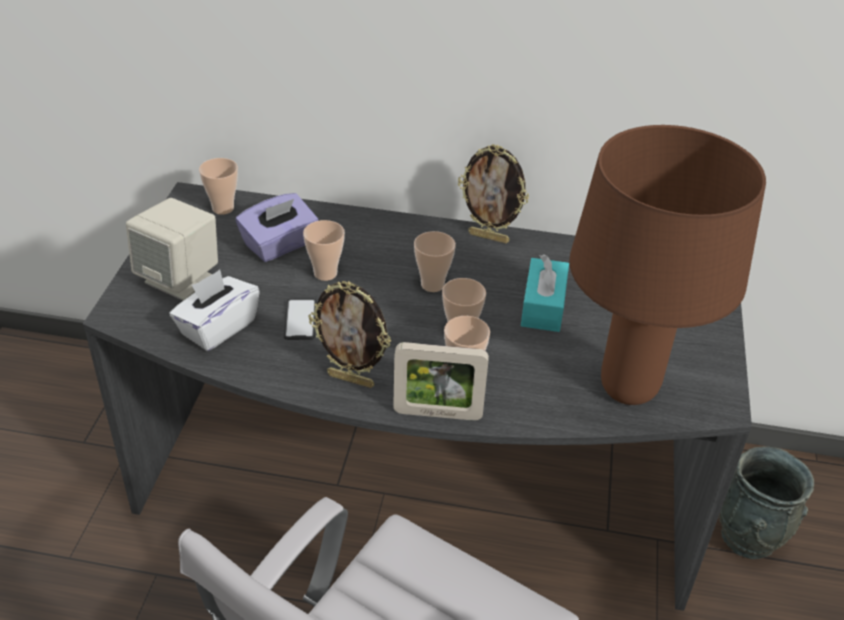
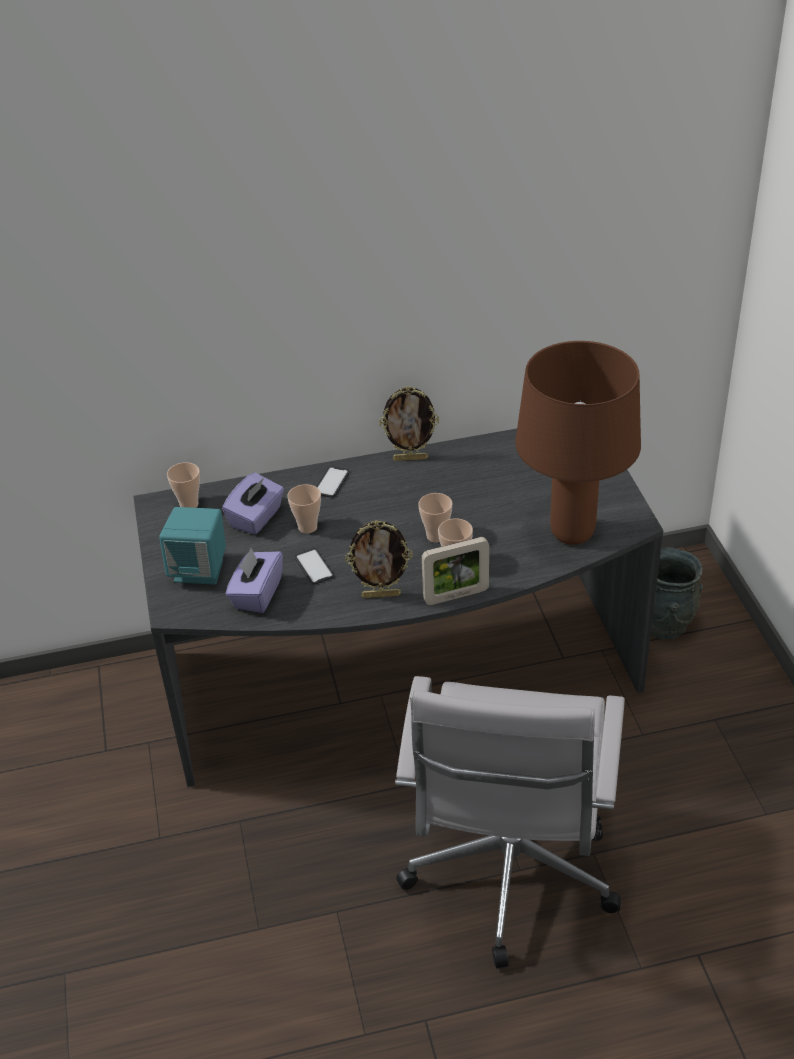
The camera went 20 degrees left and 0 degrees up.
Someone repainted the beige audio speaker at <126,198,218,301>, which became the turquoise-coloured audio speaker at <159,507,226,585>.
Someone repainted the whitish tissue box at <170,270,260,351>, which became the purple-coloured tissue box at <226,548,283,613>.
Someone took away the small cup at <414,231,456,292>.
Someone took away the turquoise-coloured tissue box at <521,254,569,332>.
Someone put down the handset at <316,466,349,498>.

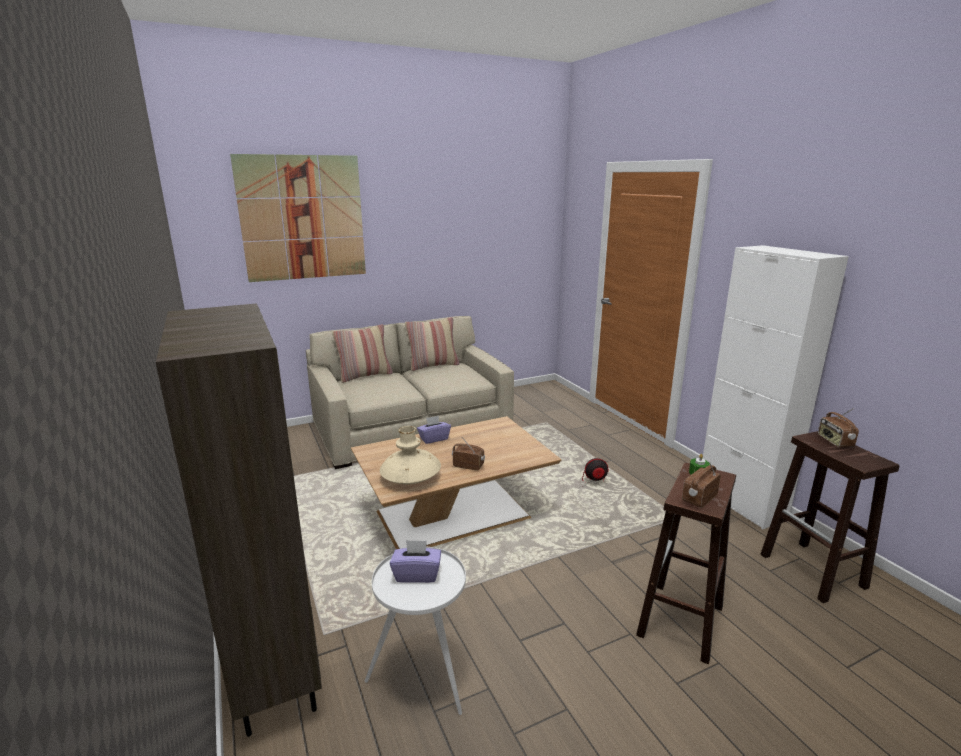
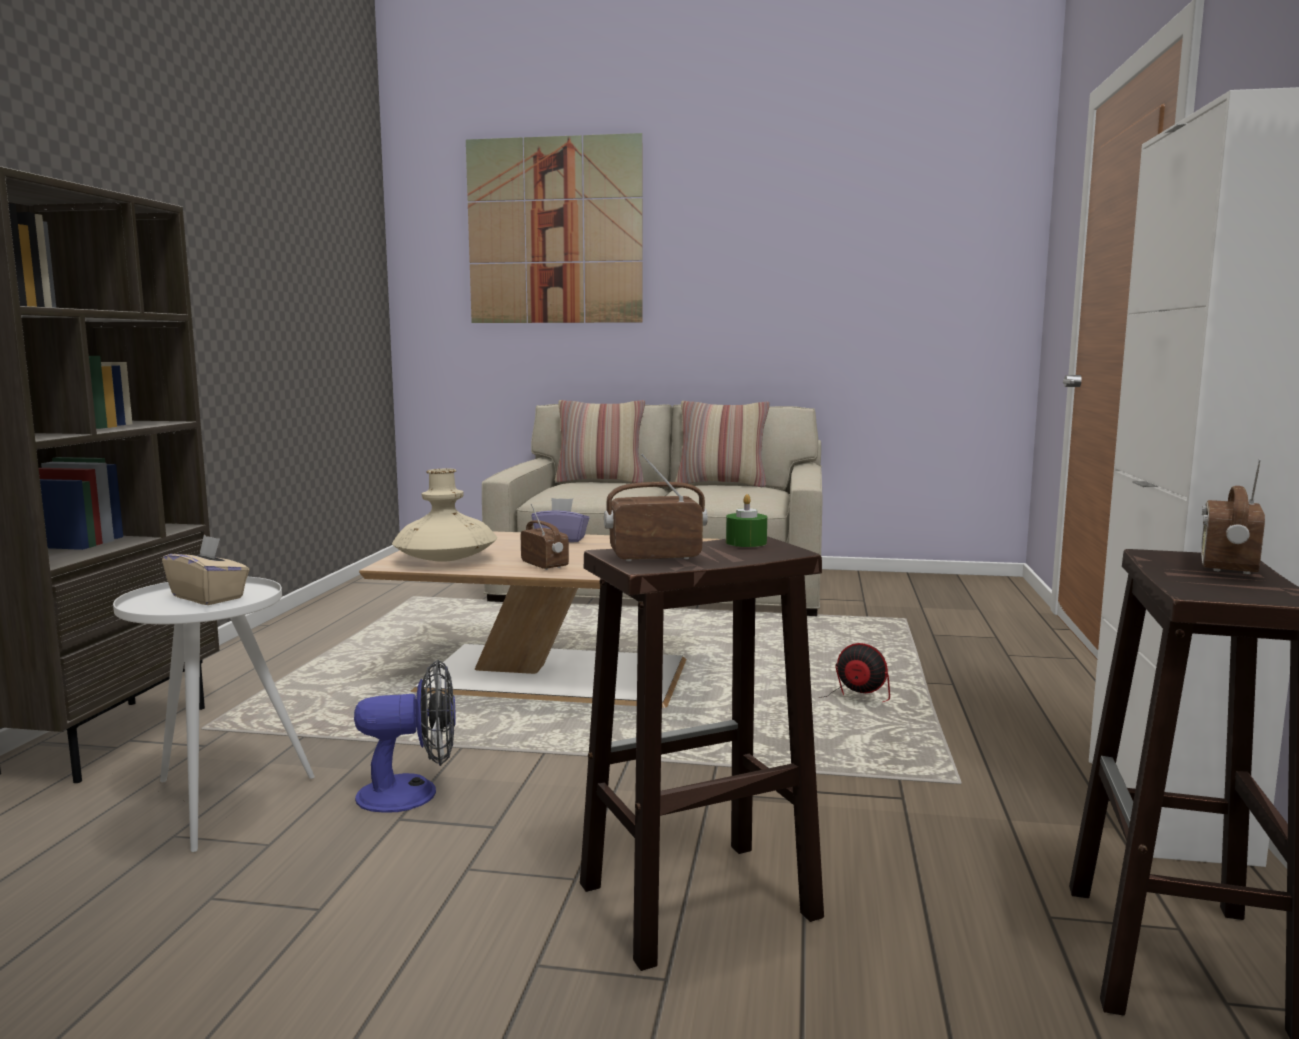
The camera went 35 degrees right and 10 degrees down.
Someone repainted the purple-coloured tissue box at <390,540,441,583>, which became the beige tissue box at <162,535,249,605>.
Someone put down the cooling fan at <354,660,456,813>.

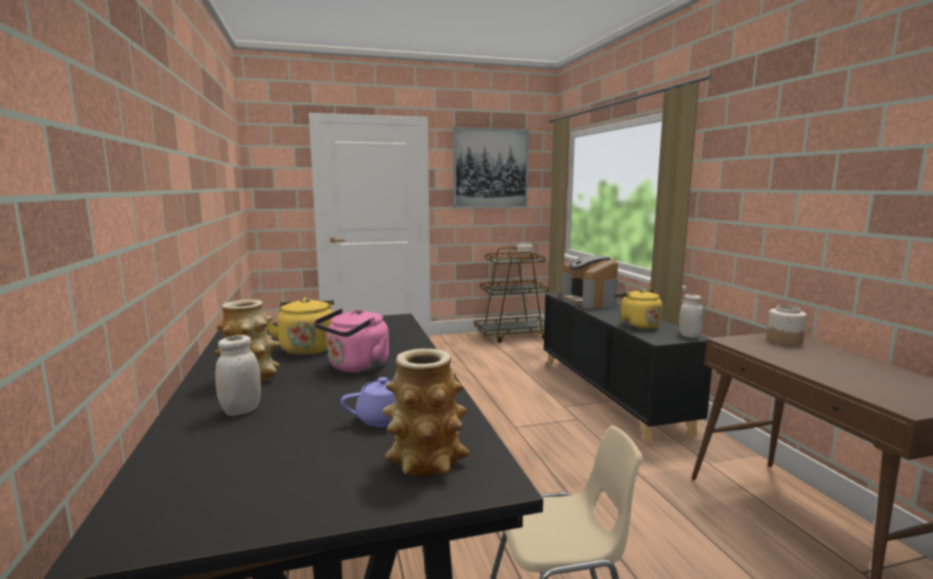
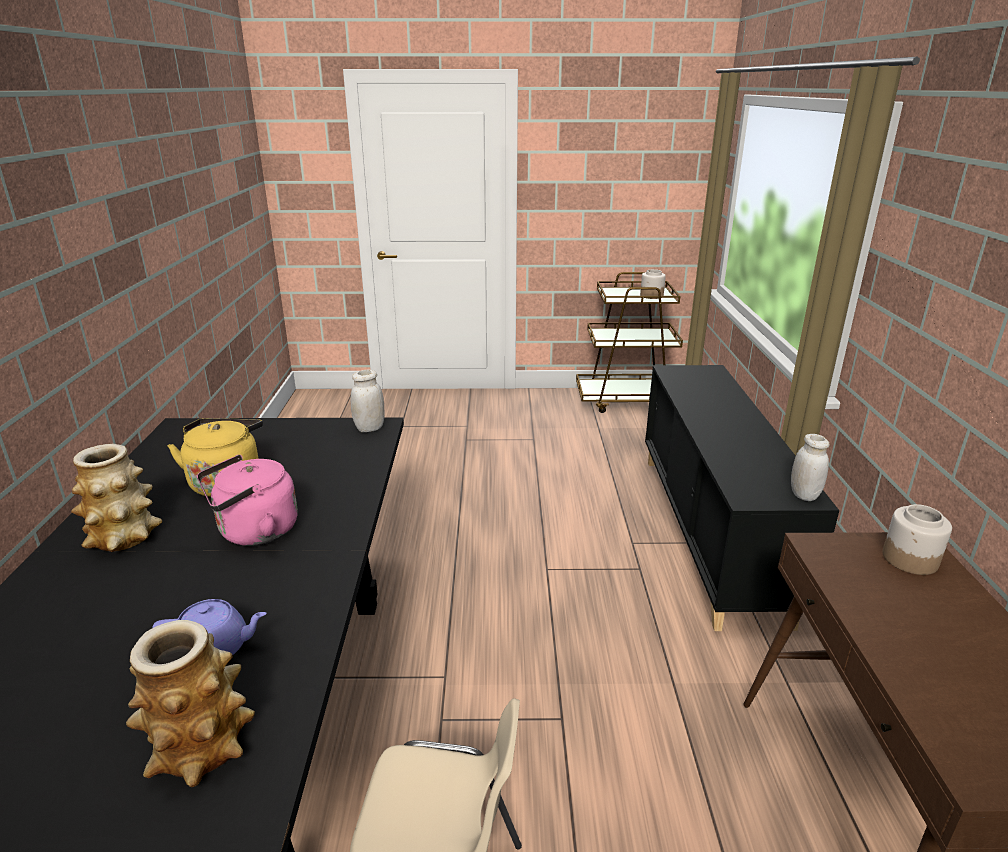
The camera went 15 degrees right and 15 degrees up.
Someone carried the whitish jar from <215,335,261,416> to <351,369,385,432>.
Someone took away the wall art at <453,127,529,208>.
Someone took away the coffee machine at <561,255,618,309>.
Someone took away the yellow tea kettle at <614,289,663,330>.

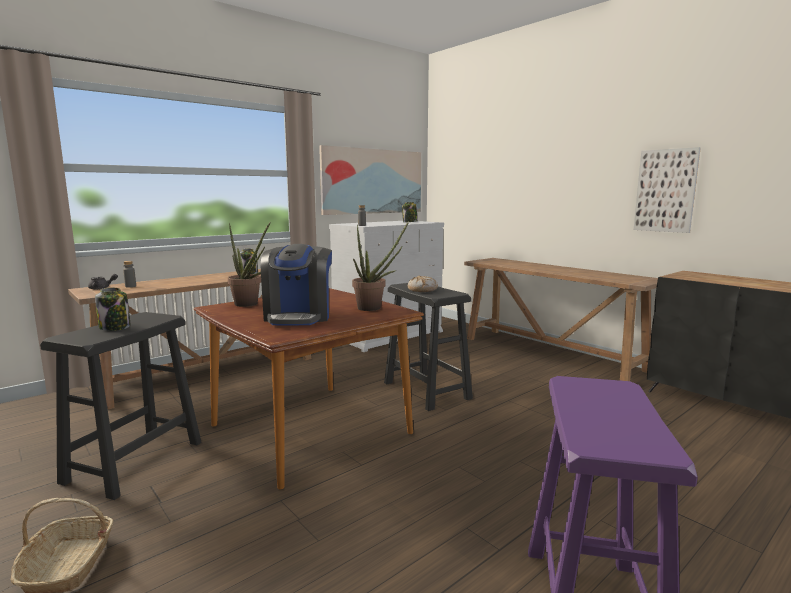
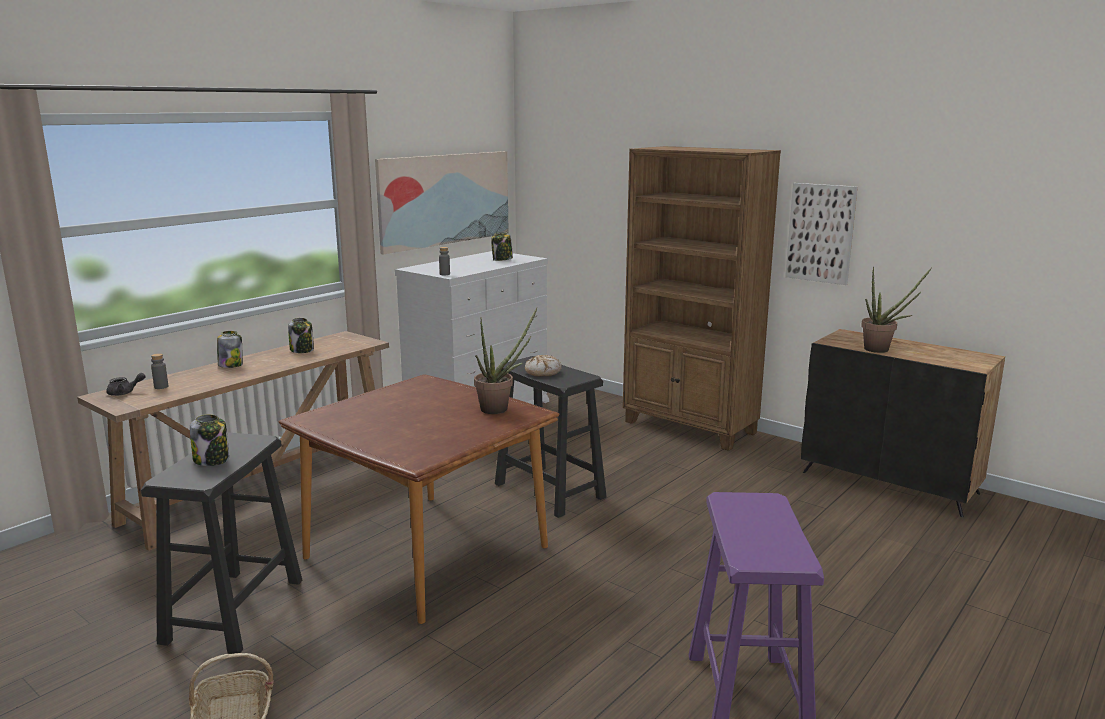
The camera went 10 degrees left and 5 degrees up.
Someone carried the houseplant from <228,222,271,307> to <861,266,932,353>.
Someone took away the coffee machine at <261,244,332,325>.
Someone swapped the brownish hall table at <464,258,658,381> for the brownish bookcase at <623,146,781,451>.
Someone put down the jar at <217,331,243,368>.

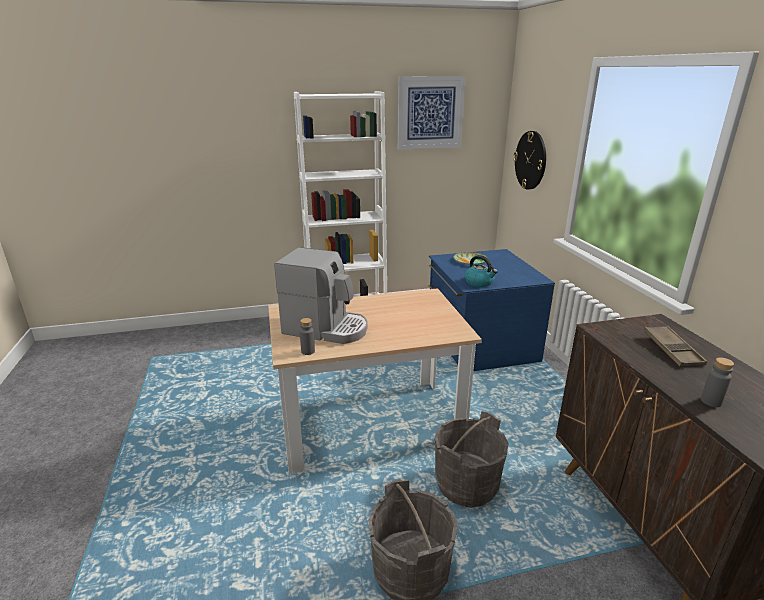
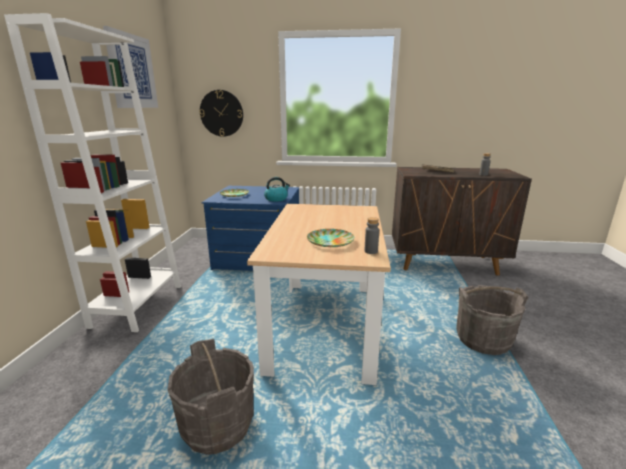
The camera went 70 degrees left and 5 degrees down.
Someone swapped the coffee machine at <274,247,368,344> for the flat dish at <307,229,355,247>.
Someone carried the gray bucket from <434,411,508,507> to <168,339,254,455>.

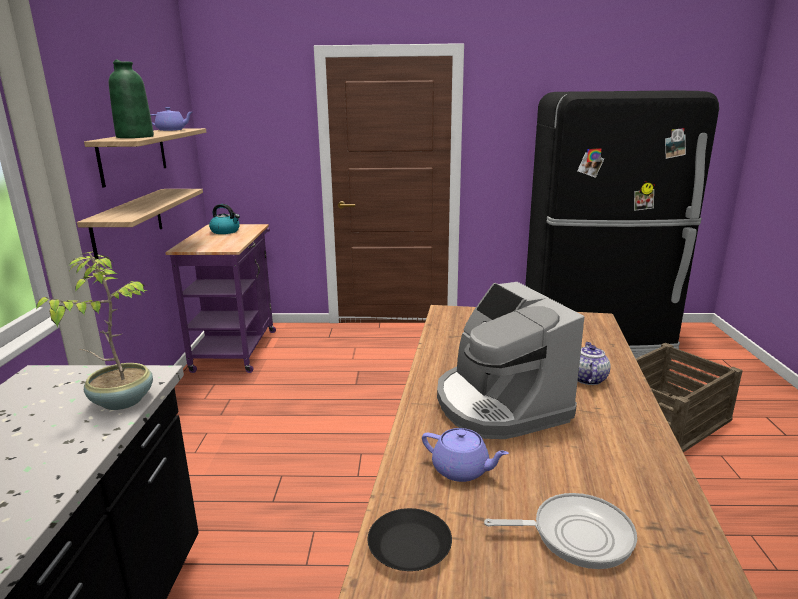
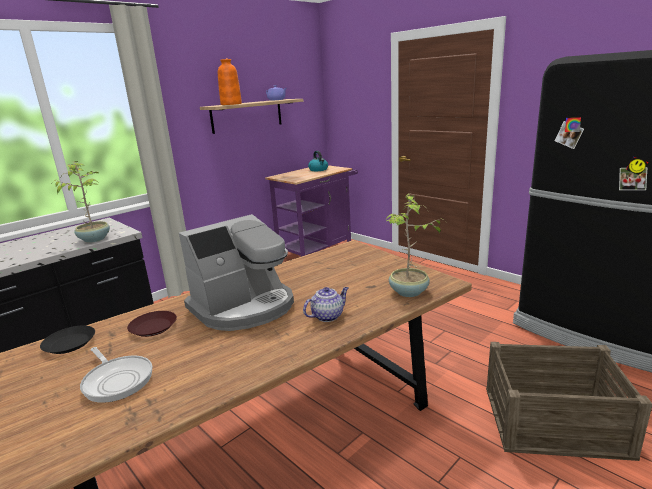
The camera went 45 degrees right and 0 degrees up.
Someone took away the shelf at <77,189,203,259>.
Someone repainted the green vase at <109,59,154,138>, which became the orangey vase at <218,58,242,105>.
Someone swapped the purple-coloured teapot at <422,428,509,482> for the brownish flat dish at <127,311,177,337>.
Someone rotated the coffee machine at <437,282,584,439> by 150 degrees counterclockwise.
Someone put down the houseplant at <385,193,446,297>.

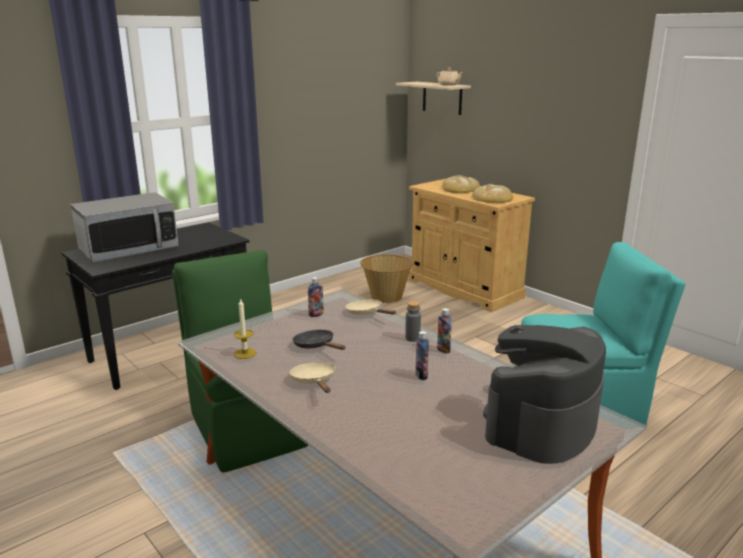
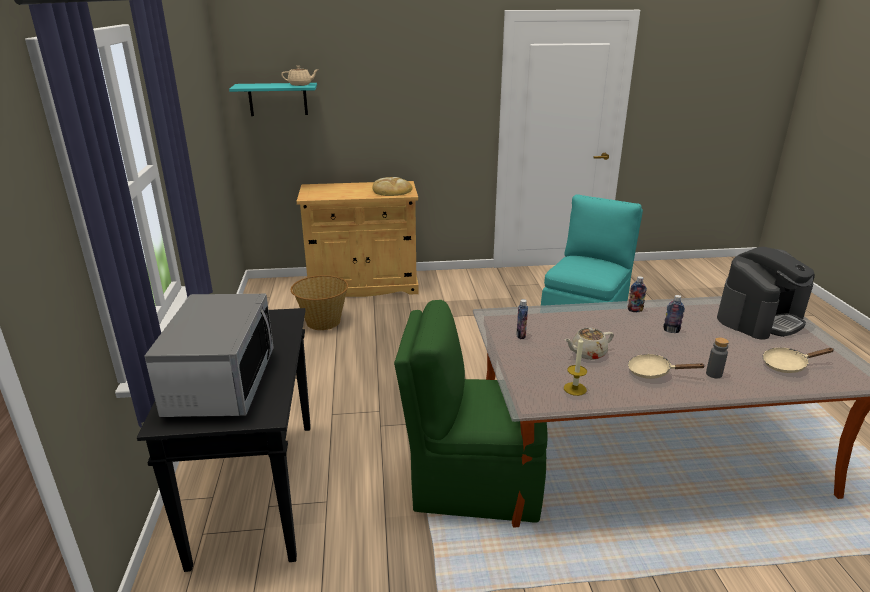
The camera went 55 degrees left and 5 degrees up.
Someone swapped the blackish skillet at <292,330,346,350> for the beige teapot at <564,328,614,360>.
Someone carried the beige skillet from <346,299,396,315> to <763,348,834,373>.
Someone repainted the beige shelf at <396,82,471,115>, which became the turquoise-coloured shelf at <229,83,317,116>.
Someone carried the gray beverage bottle from <405,301,421,342> to <706,337,729,378>.
Someone took away the bread at <442,176,480,193>.
Someone rotated the coffee machine at <483,325,606,464> by 105 degrees counterclockwise.

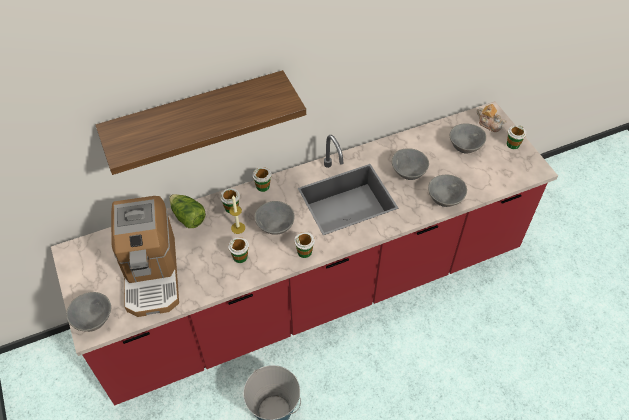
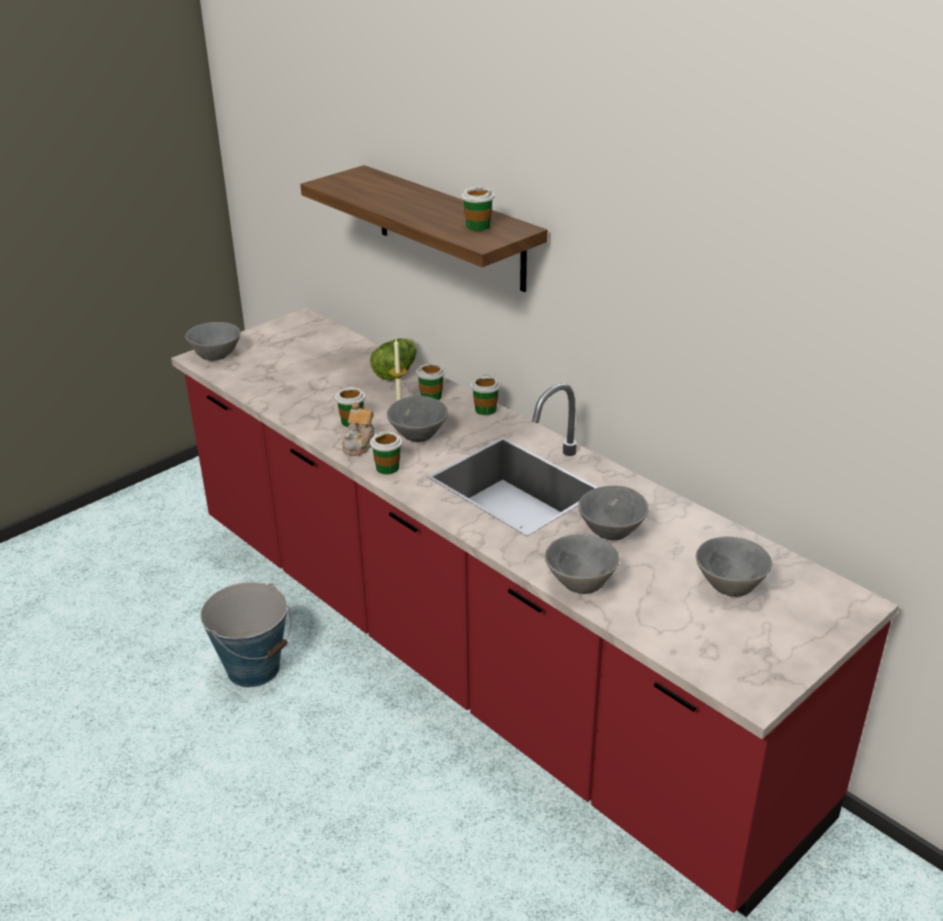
The camera went 70 degrees right and 20 degrees down.
Someone took away the coffee machine at <111,196,179,317>.
Someone carried the teapot from <477,104,507,132> to <342,402,374,456>.
Someone carried the small cup from <507,125,527,149> to <461,187,494,231>.

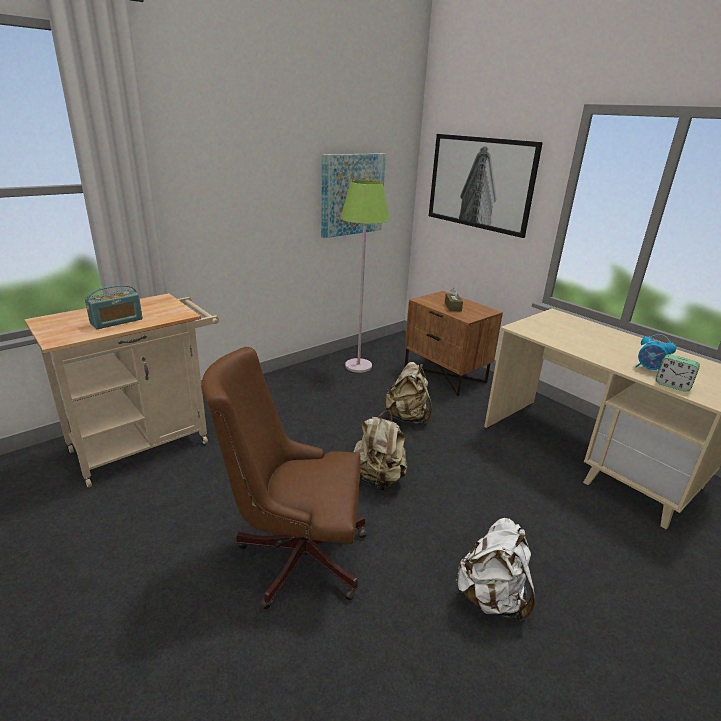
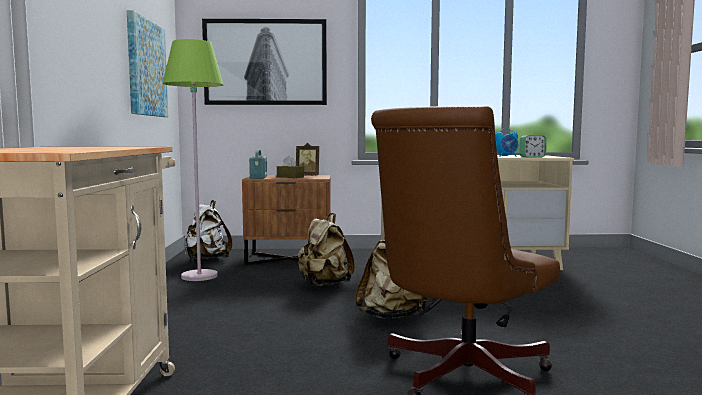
The camera went 50 degrees left and 20 degrees down.
Someone carried the radio set from <85,285,143,329> to <249,150,267,179>.
Someone carried the whitish rucksack from <455,518,535,622> to <185,200,232,259>.
Someone put down the standing frame at <296,143,319,176>.

